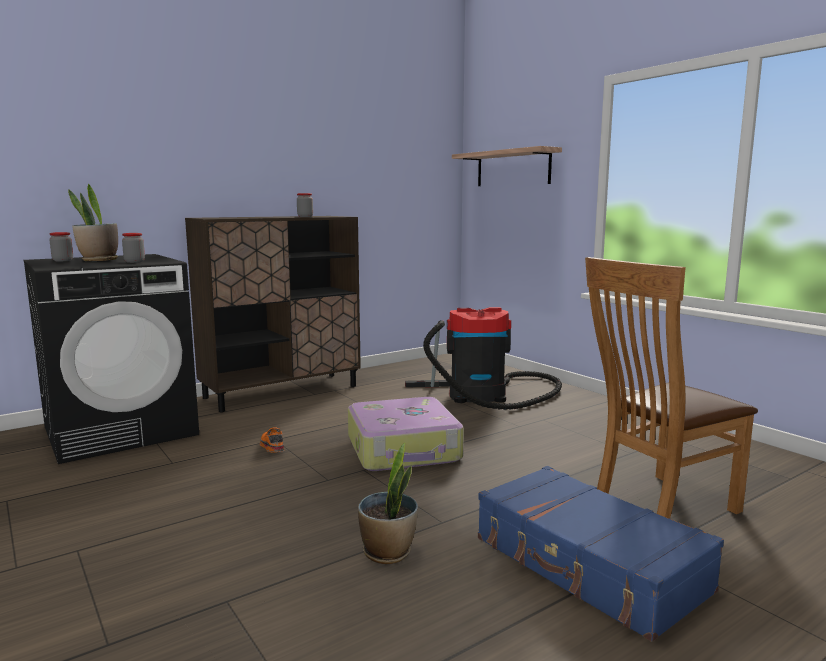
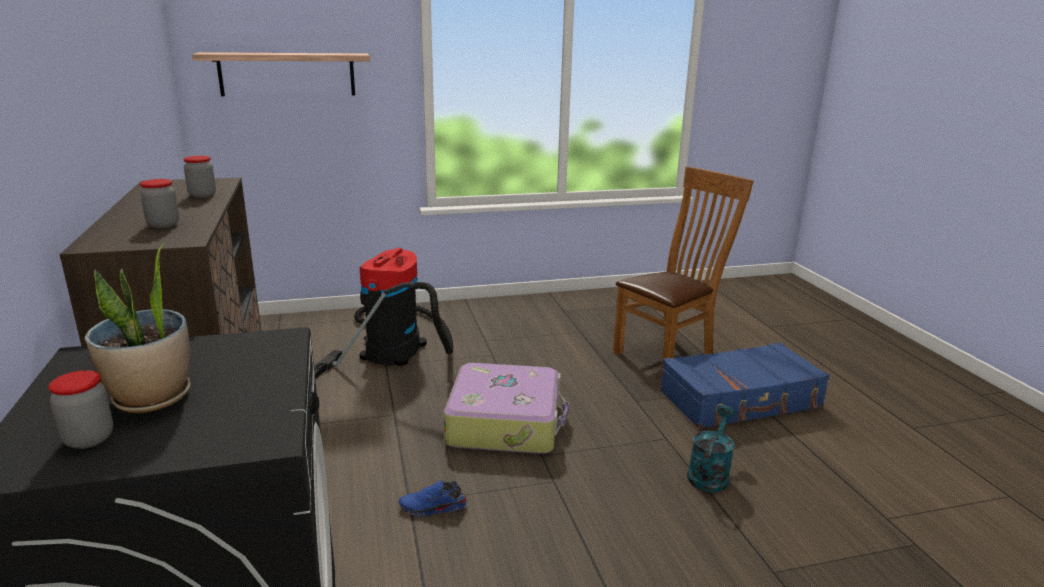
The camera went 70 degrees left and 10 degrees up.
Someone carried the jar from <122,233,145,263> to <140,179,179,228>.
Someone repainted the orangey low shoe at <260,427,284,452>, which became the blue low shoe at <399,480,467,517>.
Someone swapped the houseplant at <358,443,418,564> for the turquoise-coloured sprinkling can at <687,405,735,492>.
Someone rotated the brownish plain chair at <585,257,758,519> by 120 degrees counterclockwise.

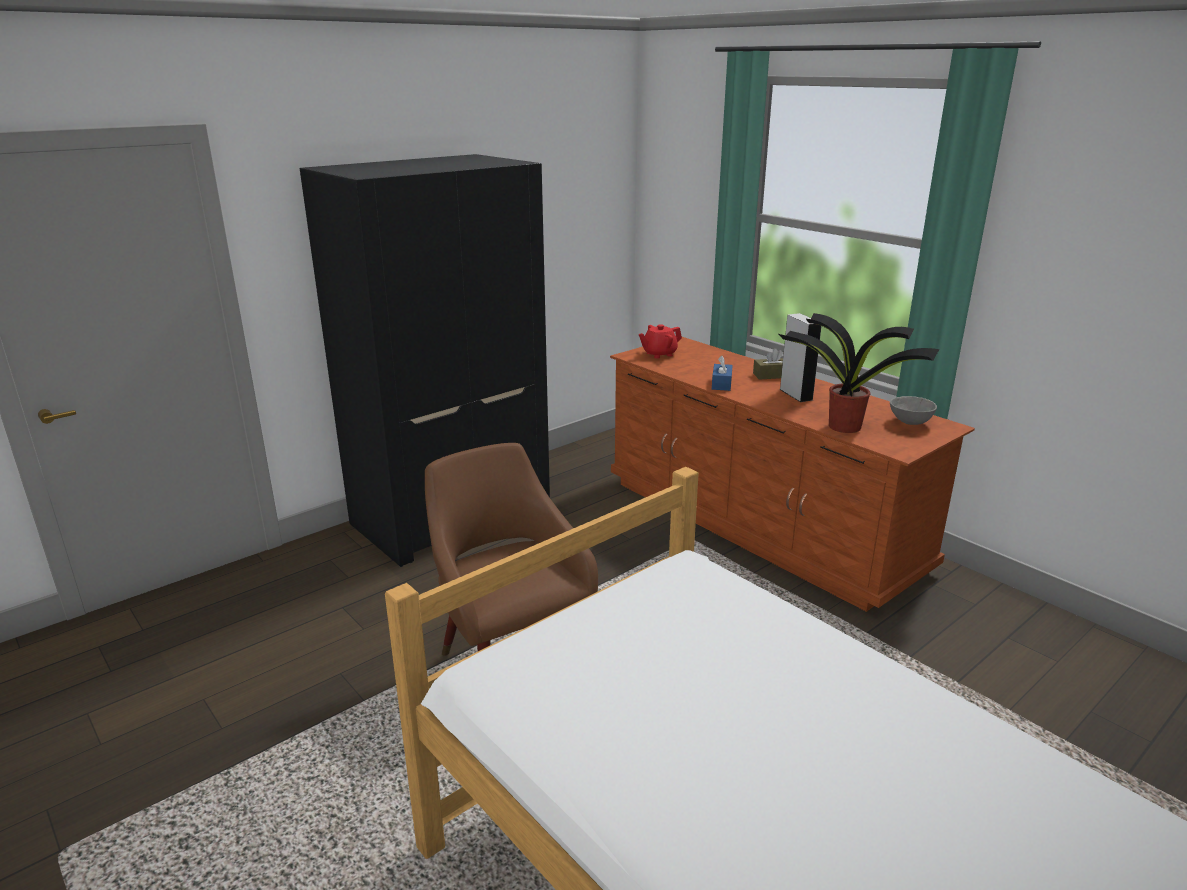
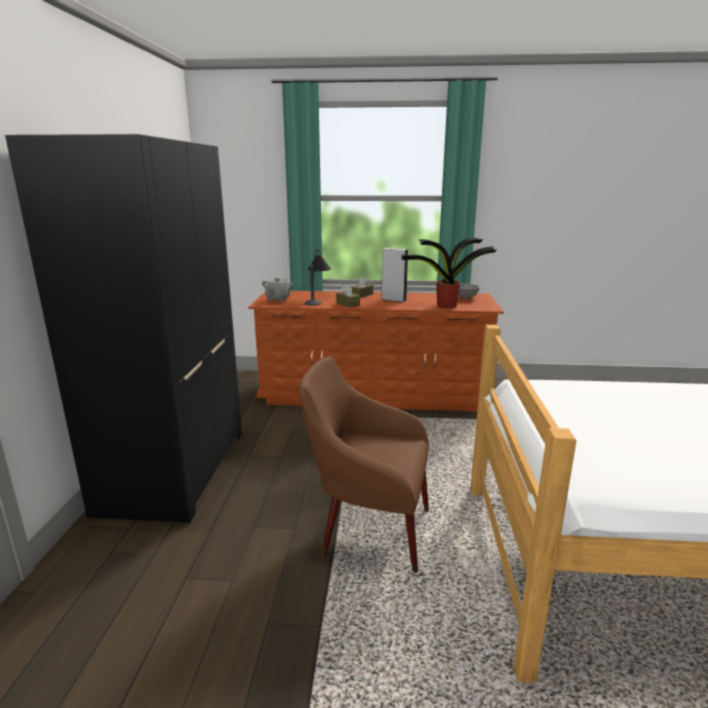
The camera went 45 degrees left and 5 degrees down.
Someone repainted the red-coloured teapot at <639,324,682,359>, which became the gray teapot at <262,278,293,302>.
Someone repainted the blue tissue box at <712,356,733,391>, which became the brownish tissue box at <336,284,360,308>.
Someone put down the lamp for a table at <304,249,331,306>.

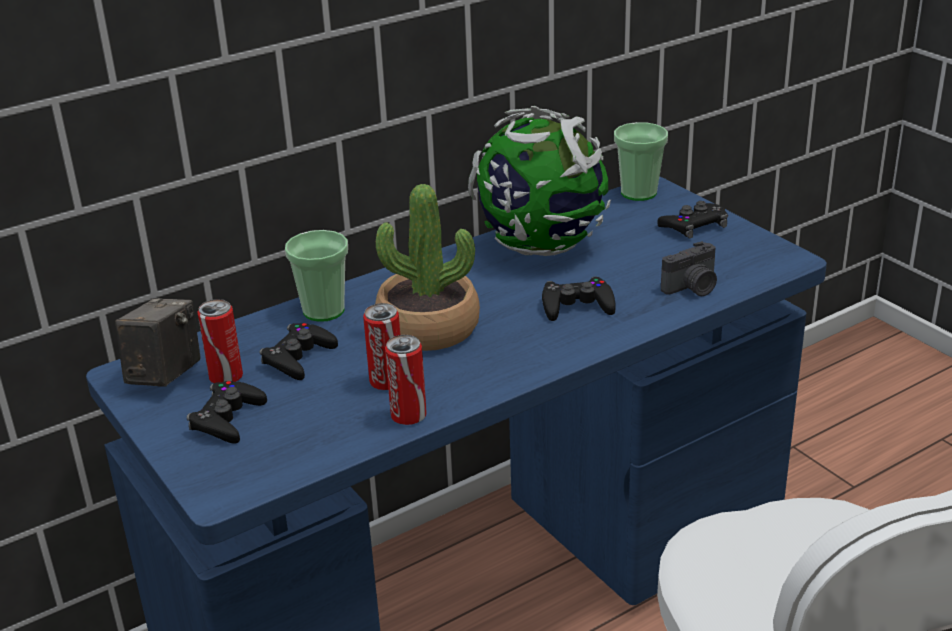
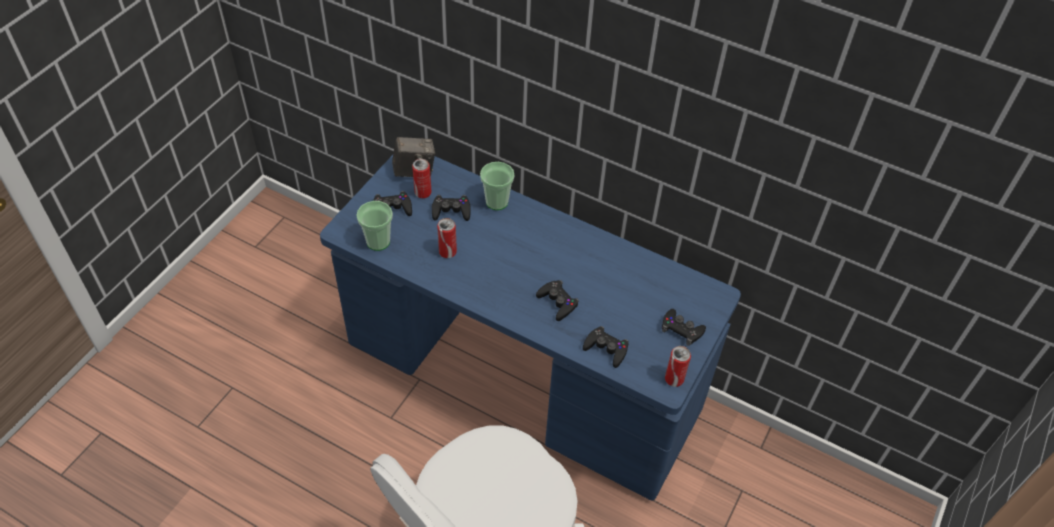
The camera went 60 degrees right and 20 degrees up.
Someone took away the houseplant at <375,184,480,351>.
Someone carried the sealed can from <385,335,427,425> to <665,346,691,387>.
Someone took away the desk globe at <468,106,611,256>.
Someone carried the small cup from <614,122,668,201> to <356,201,393,251>.
Someone swapped the photo camera at <661,241,717,297> for the blackish game controller at <583,326,628,368>.

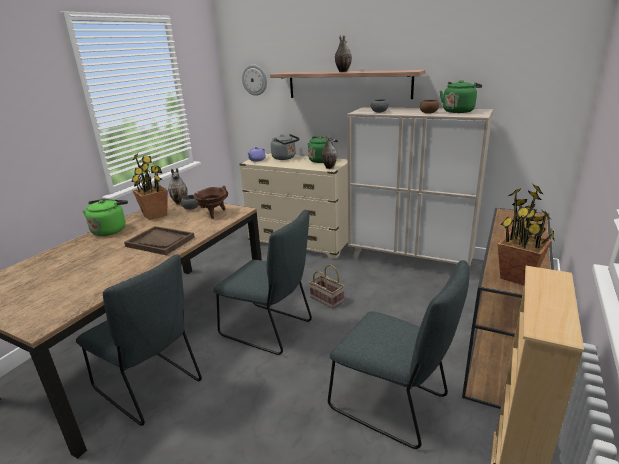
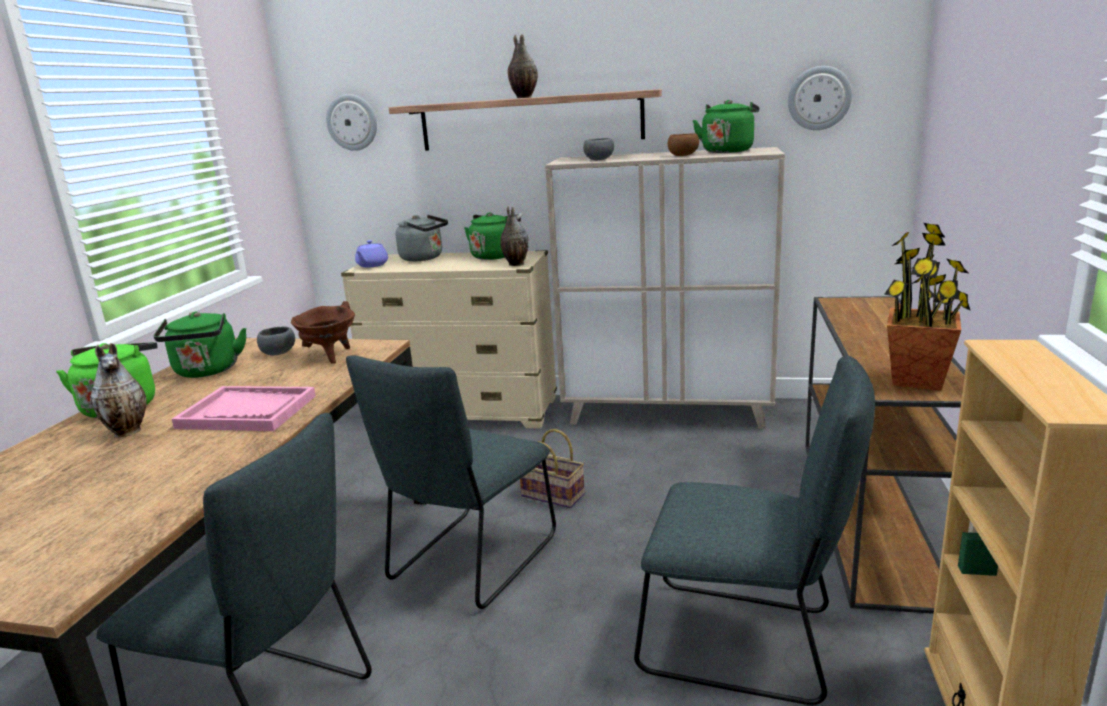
The camera went 15 degrees left and 5 degrees down.
Someone repainted the brownish serving tray at <124,226,195,255>, which became the pink-coloured serving tray at <172,386,316,431>.
Someone swapped the houseplant at <131,154,168,220> for the green tea kettle at <153,312,246,378>.
Someone carried the vase from <168,168,188,205> to <90,343,147,438>.
Someone rotated the gray plain chair at <213,210,312,355> by 105 degrees clockwise.
Someone put up the wall clock at <788,66,852,130>.

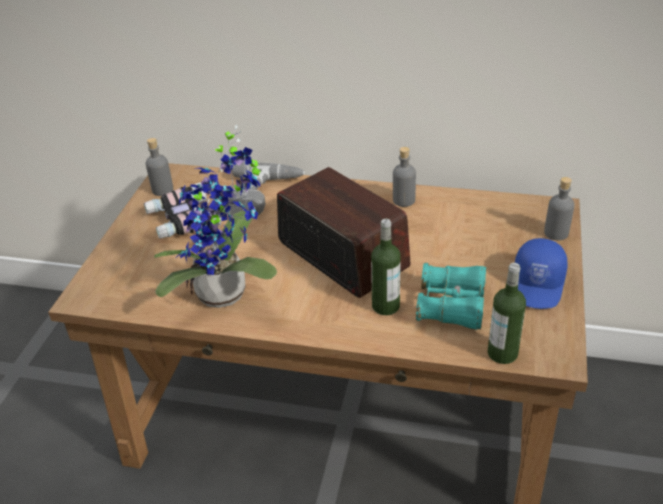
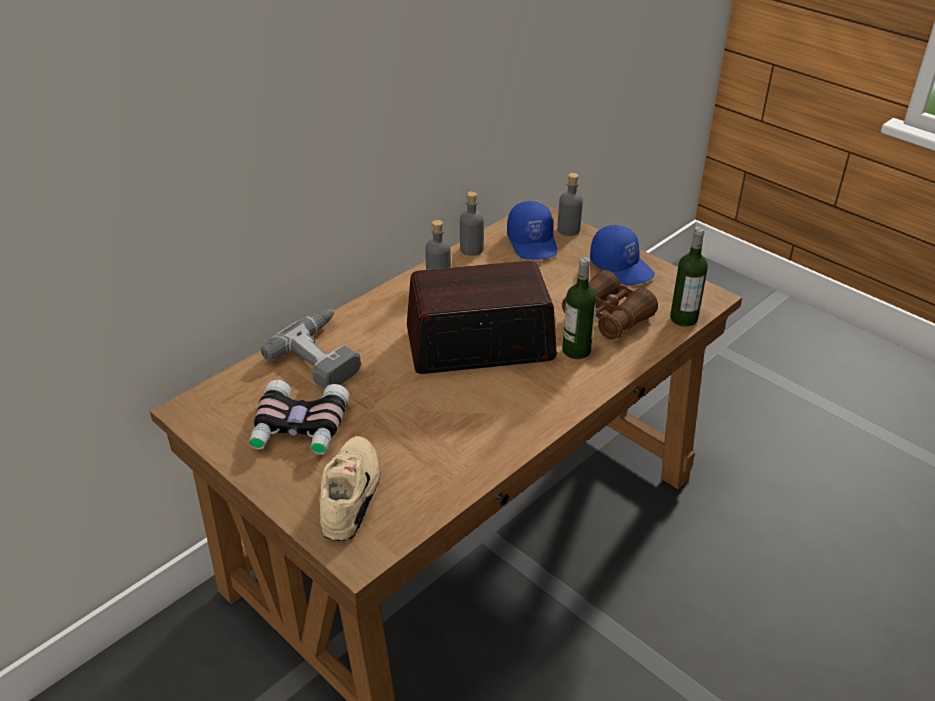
The camera went 60 degrees left and 0 degrees up.
Someone carried the gray beverage bottle from <146,138,173,196> to <460,191,484,256>.
Someone took away the houseplant at <154,125,277,308>.
Someone repainted the turquoise-coloured pair of binoculars at <416,263,486,330>, which became the brownish pair of binoculars at <562,270,658,340>.
Someone put down the beige low shoe at <319,436,380,541>.
Someone put down the blue peaked cap at <507,201,557,260>.

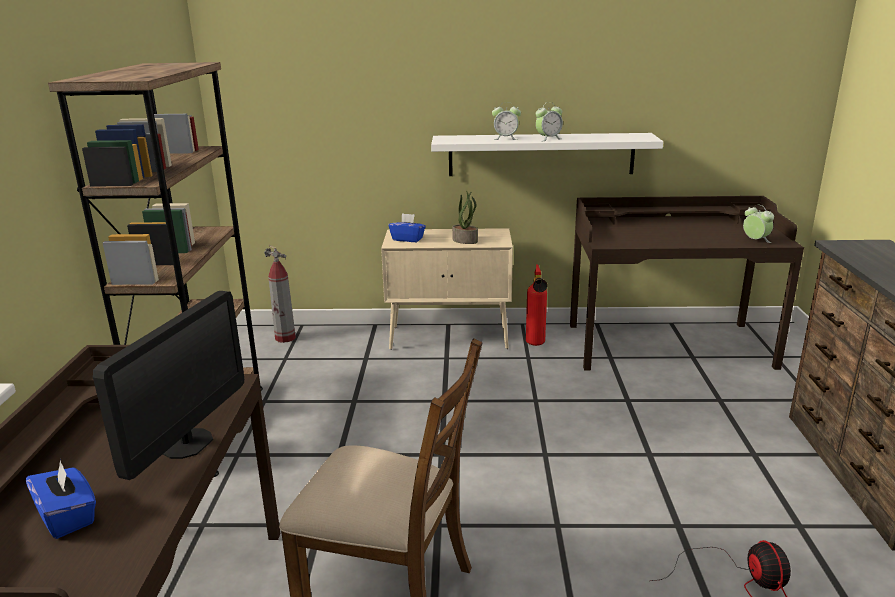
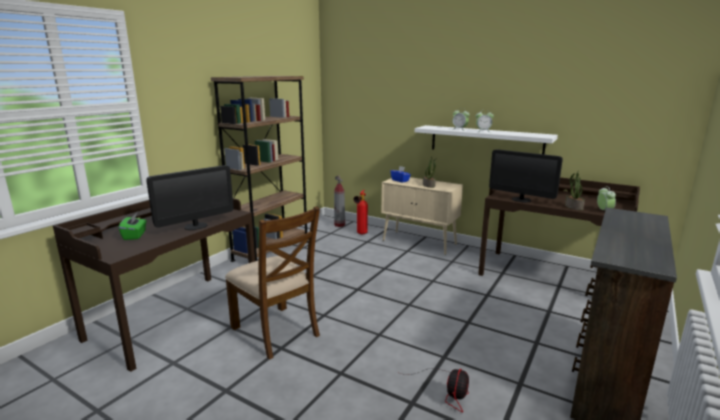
The camera went 30 degrees right and 5 degrees down.
Someone repainted the blue tissue box at <26,459,96,539>, which became the green tissue box at <118,213,147,240>.
Someone carried the fire extinguisher from <526,264,548,346> to <354,190,368,234>.
Someone put down the computer screen at <489,149,563,203>.
Someone put down the houseplant at <565,170,585,210>.

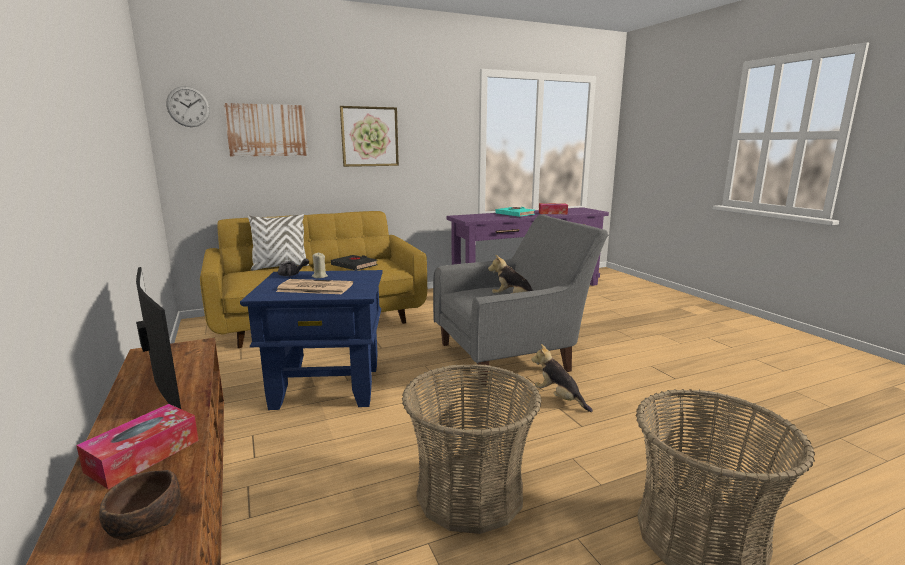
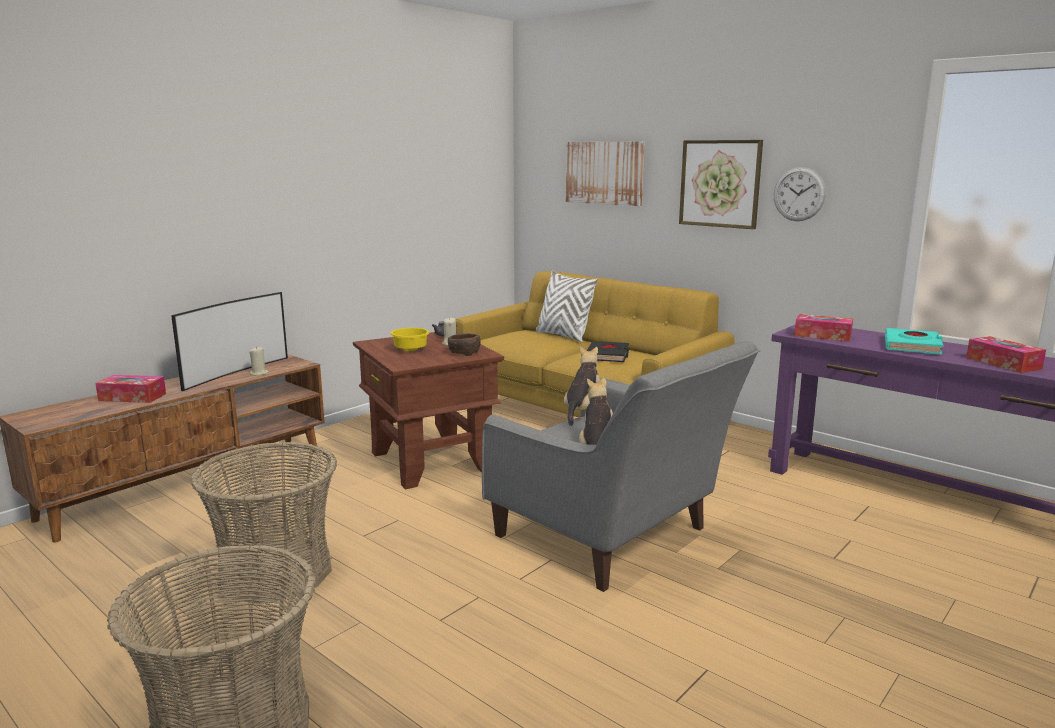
The camera went 65 degrees right and 0 degrees up.
Someone carried the brownish serving bowl from <99,470,181,540> to <448,333,481,356>.
Someone carried the wall clock from <166,86,210,127> to <774,167,826,221>.
Someone repainted the blue accent table at <240,270,383,410>, which became the brownish accent table at <353,332,504,489>.
Someone swapped the newspaper at <276,279,353,294> for the yellow serving bowl at <391,328,429,351>.
Someone carried the soft toy from <531,344,593,412> to <564,347,600,426>.
Someone put down the beige wax light at <249,346,269,375>.
Someone put down the tissue box at <794,314,853,342>.

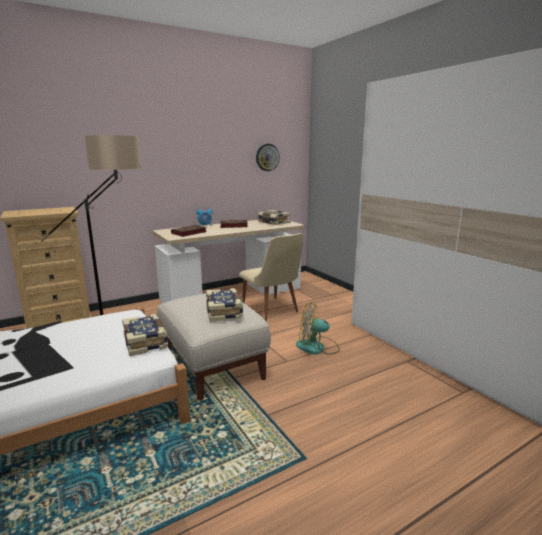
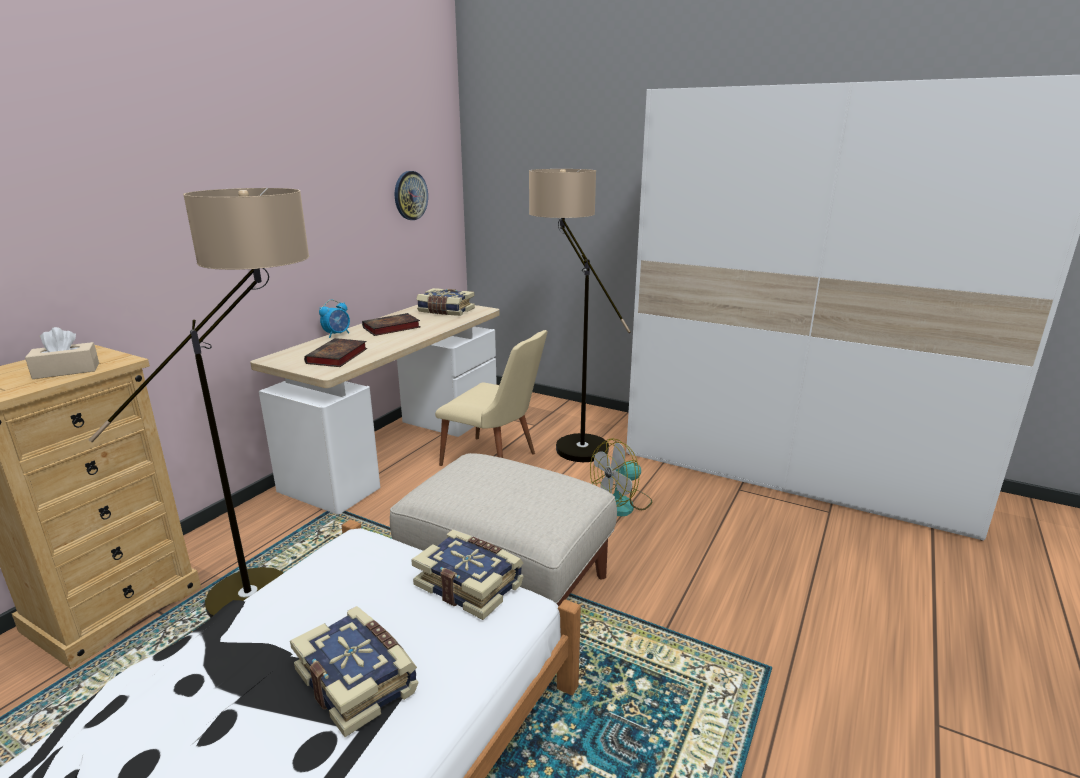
The camera went 30 degrees left and 5 degrees up.
Someone carried the volume from <206,288,243,322> to <290,606,419,737>.
Someone put down the beige tissue box at <25,327,99,379>.
Someone put down the standing lamp at <529,169,631,462>.

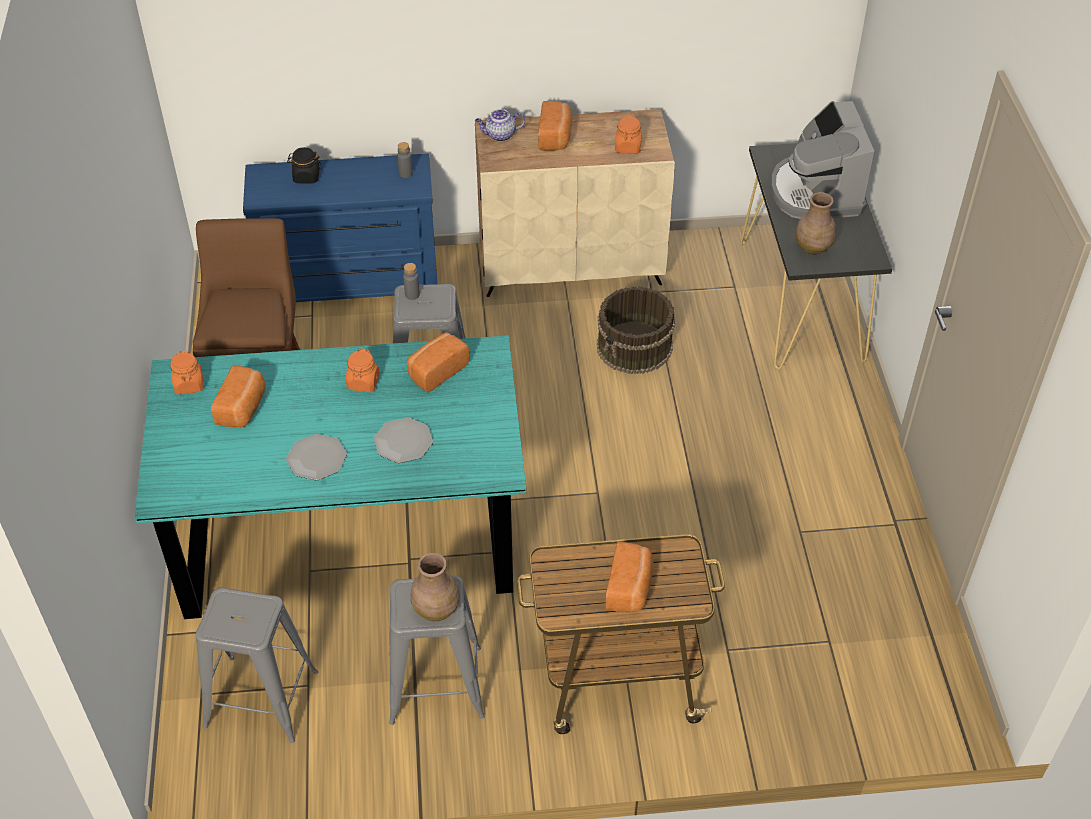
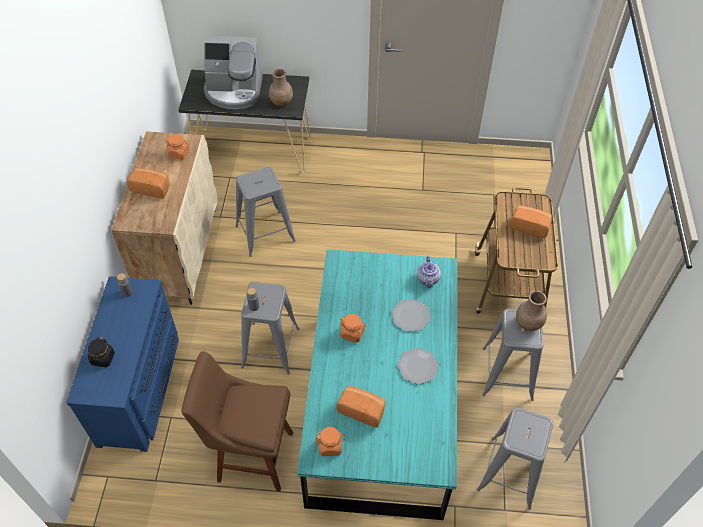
The camera went 80 degrees left and 5 degrees up.
Someone took away the bread at <407,332,470,392>.
Someone carried the teapot from <475,109,525,142> to <417,256,441,288>.
Someone swapped the brownish bucket at <597,286,675,374> for the gray stool seat at <235,167,296,257>.

